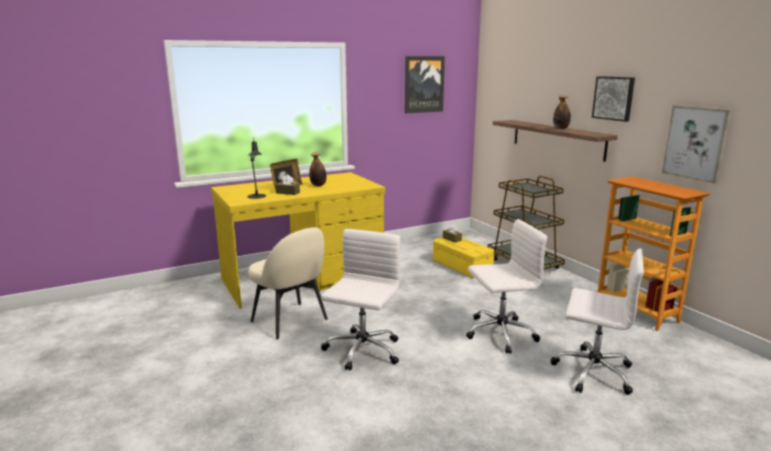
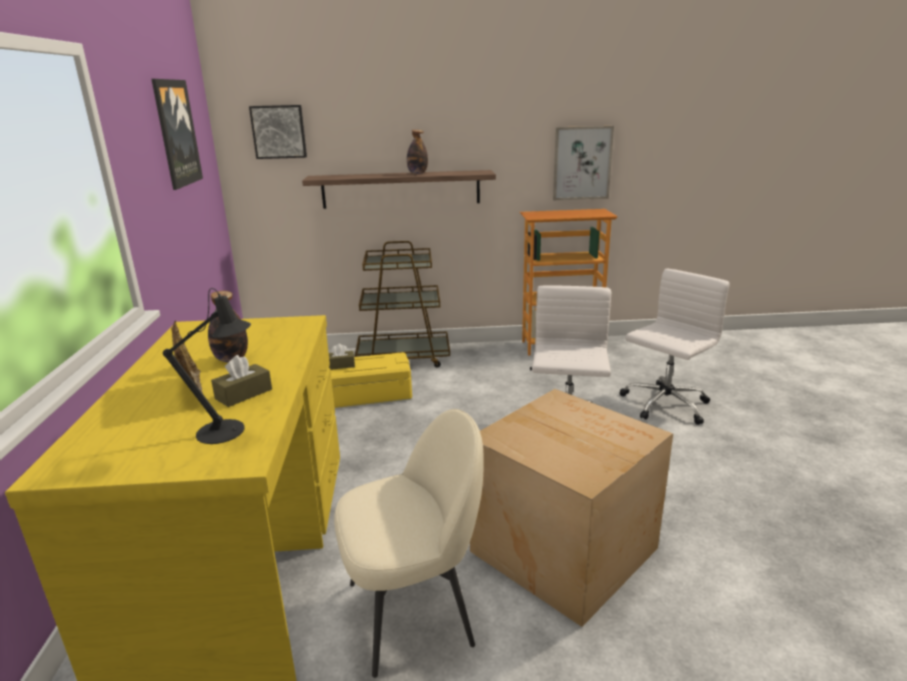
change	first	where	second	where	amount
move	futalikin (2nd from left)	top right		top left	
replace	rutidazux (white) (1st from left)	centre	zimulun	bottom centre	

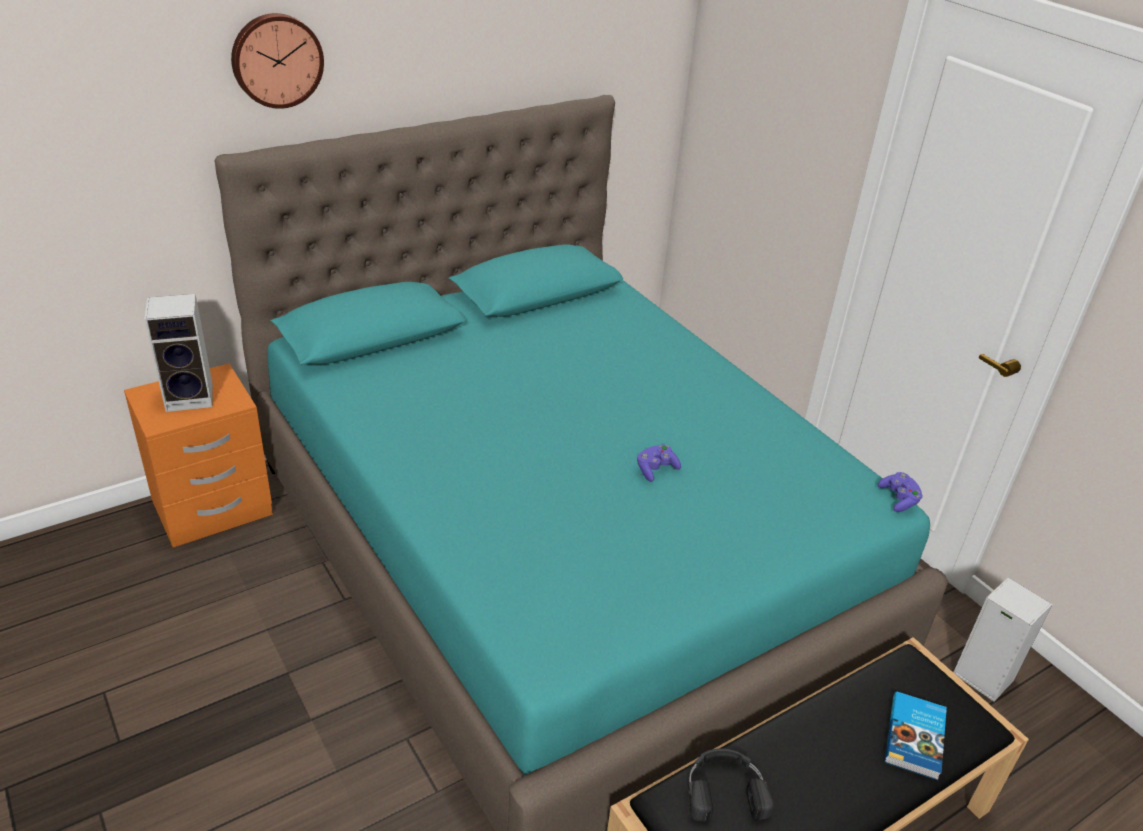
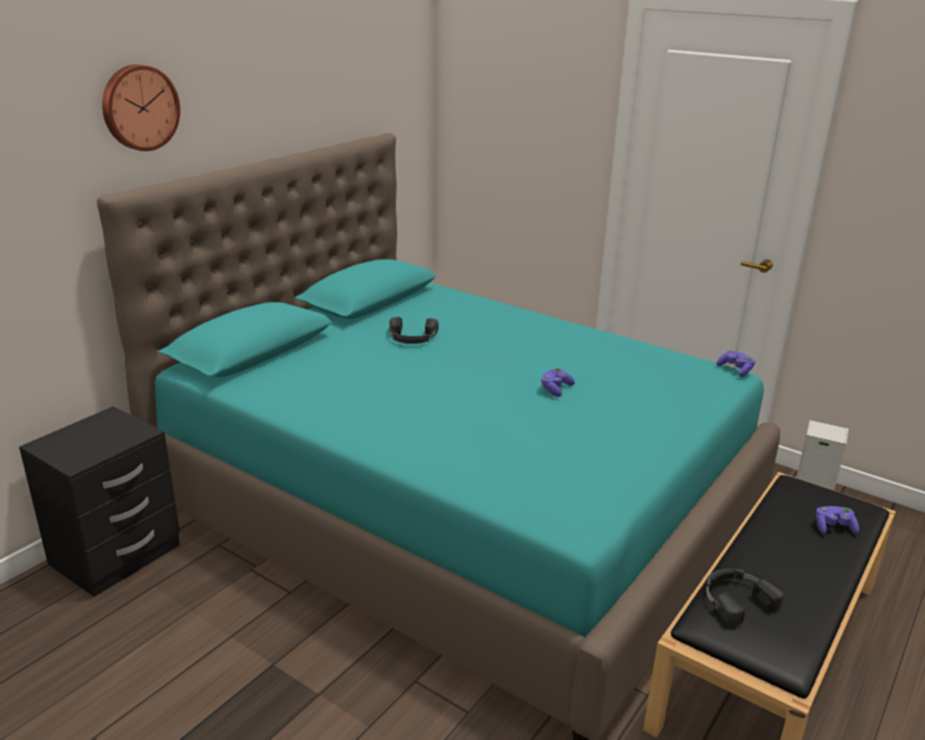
change	first	where	second	where	amount
delete	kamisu (1st from left)	middle left			
recolor	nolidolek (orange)	middle left	nolidolek (black)	bottom left	
replace	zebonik	bottom right	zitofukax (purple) (3rd from left)	bottom right	
insert			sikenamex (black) (1st from left)	centre	

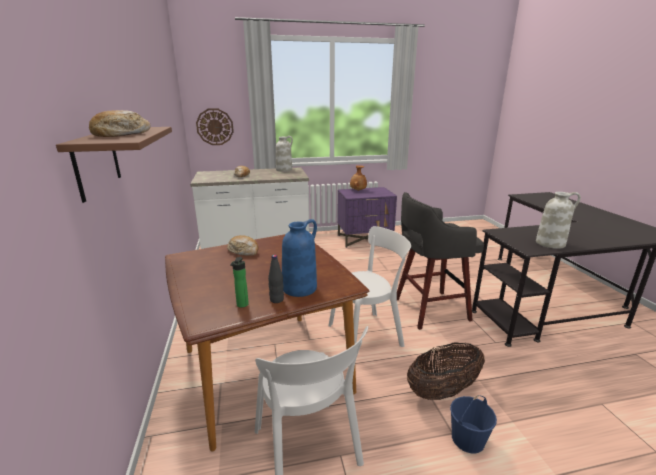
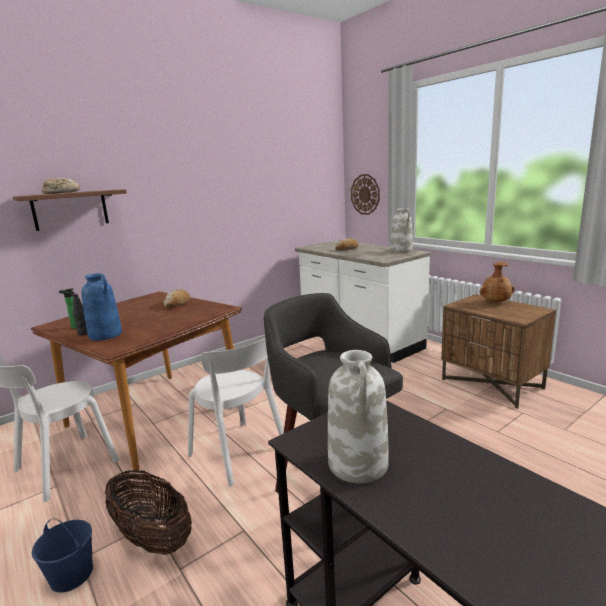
change	first	where	second	where	amount
recolor	nolidolek (purple)	centre	nolidolek (brown)	middle right	

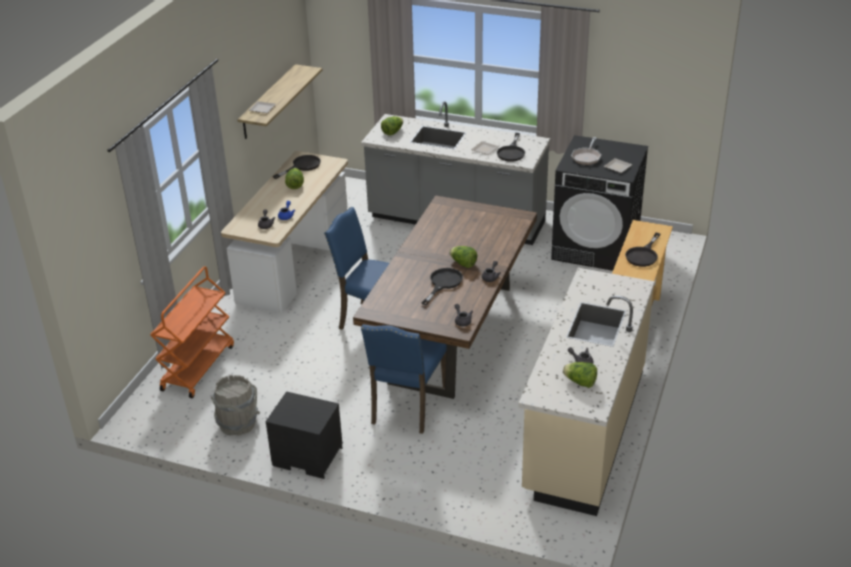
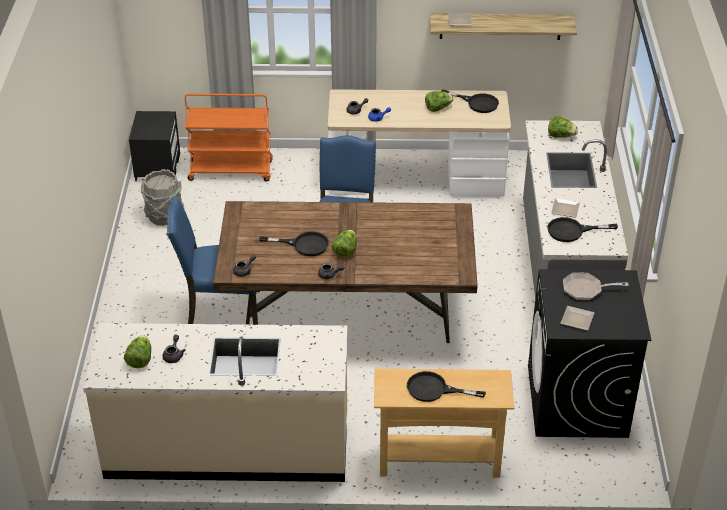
change	first	where	second	where	amount
move	nolidolek (black)	bottom centre		top left	

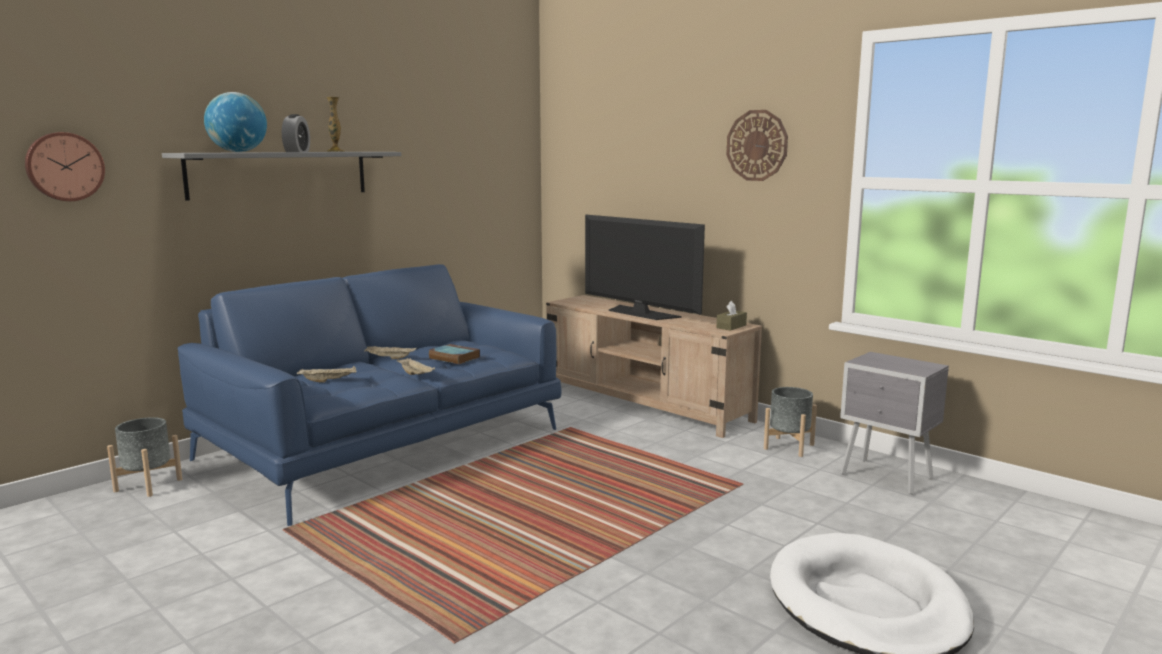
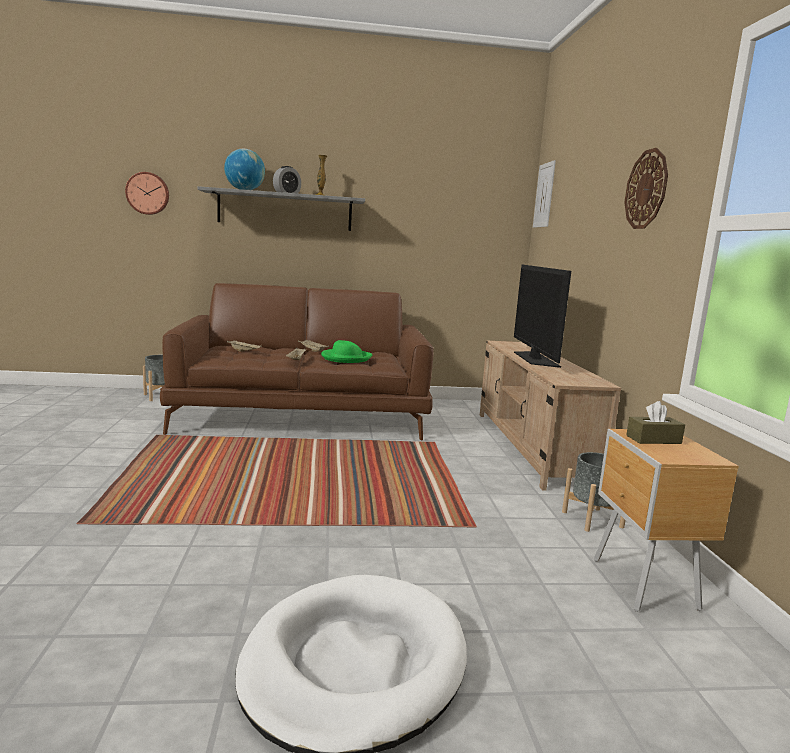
change	first	where	second	where	amount
recolor	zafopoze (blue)	middle left	zafopoze (brown)	centre	
move	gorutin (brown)	centre		middle right	
replace	zebonik	centre	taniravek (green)	centre	
recolor	nolidolek (grey)	middle right	nolidolek (brown)	bottom right	
insert			futalikin	top right	

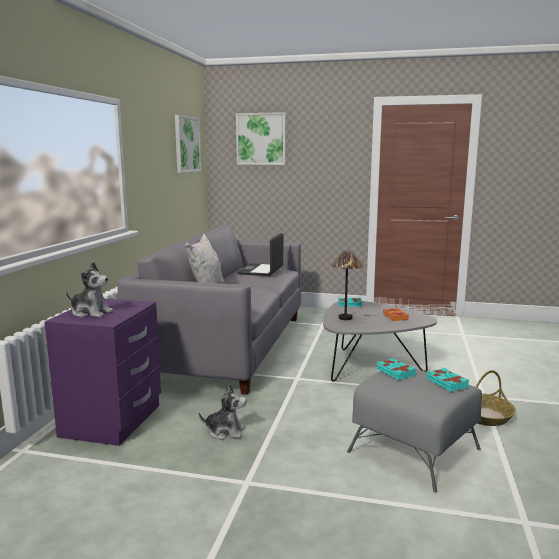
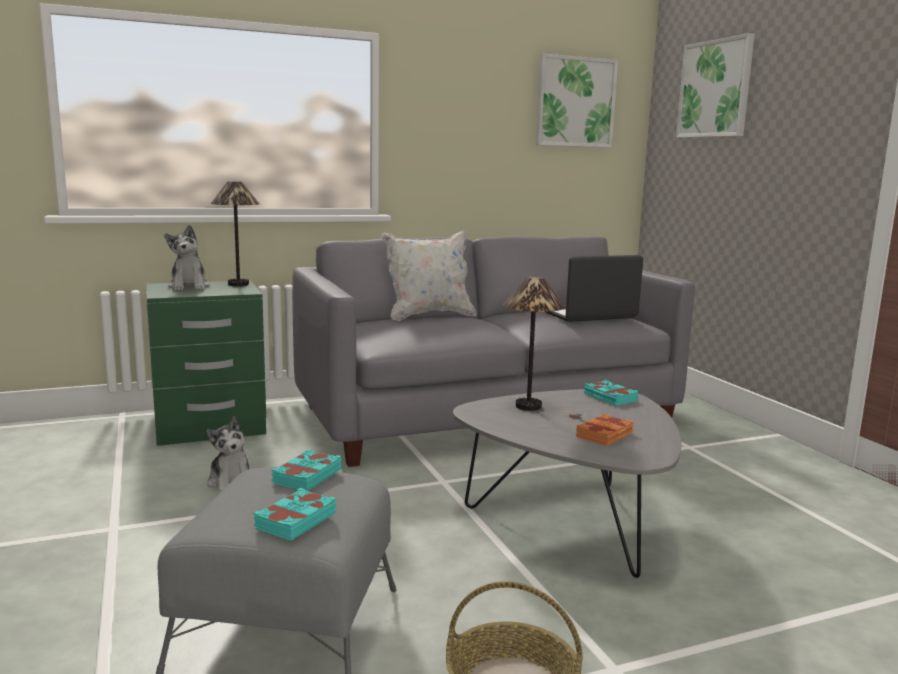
change	first	where	second	where	amount
recolor	nolidolek (purple)	middle left	nolidolek (green)	middle left	
insert			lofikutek (1st from left)	middle left	

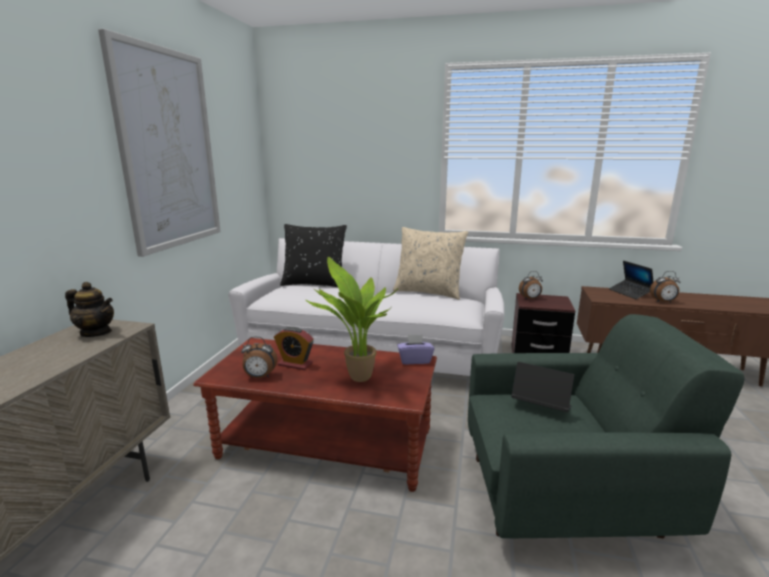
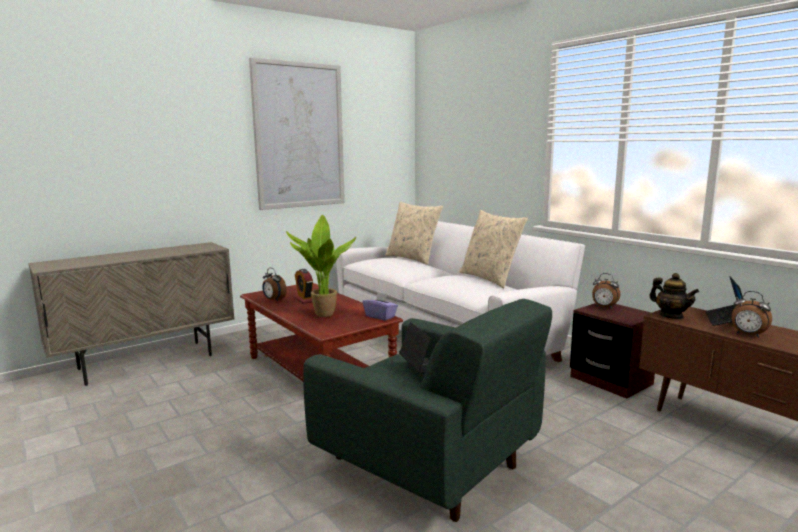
change	first	where	second	where	amount
recolor	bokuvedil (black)	centre	bokuvedil (beige) (1st from left)	centre	
move	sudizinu	middle left		middle right	

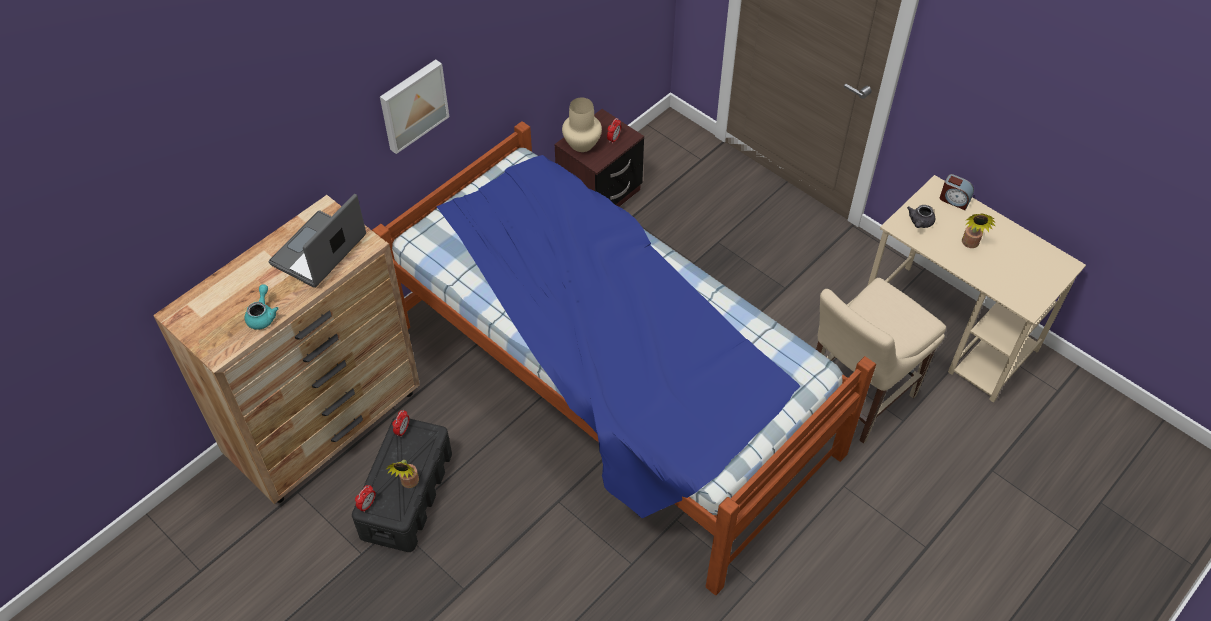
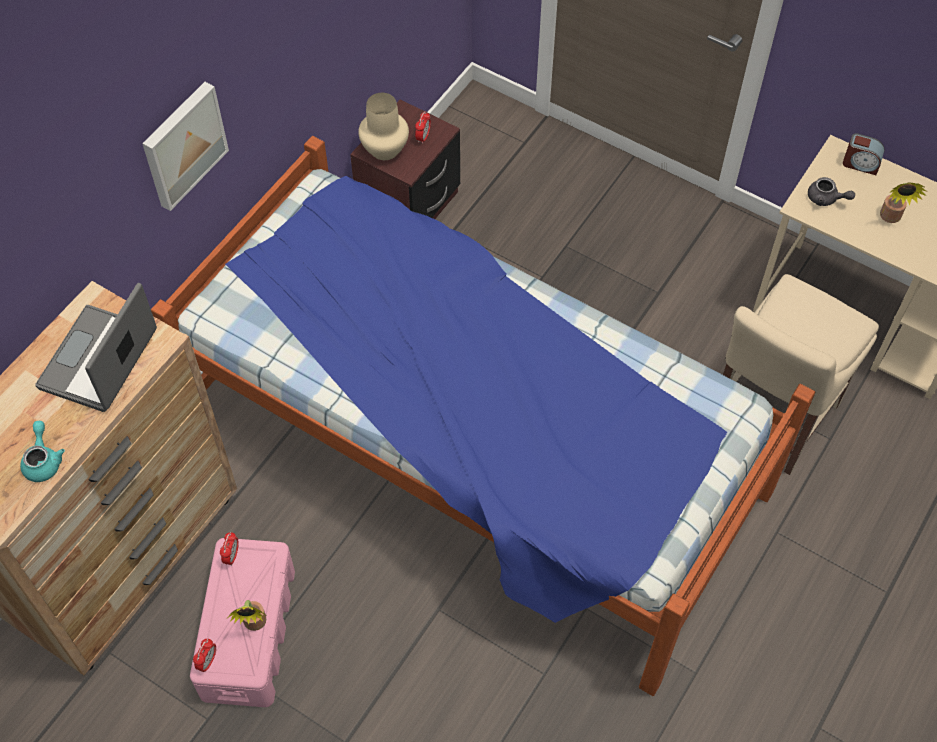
change	first	where	second	where	amount
rotate	sudizinu (grey)	middle right		top right	75 degrees counterclockwise
recolor	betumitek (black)	bottom left	betumitek (pink)	bottom left	

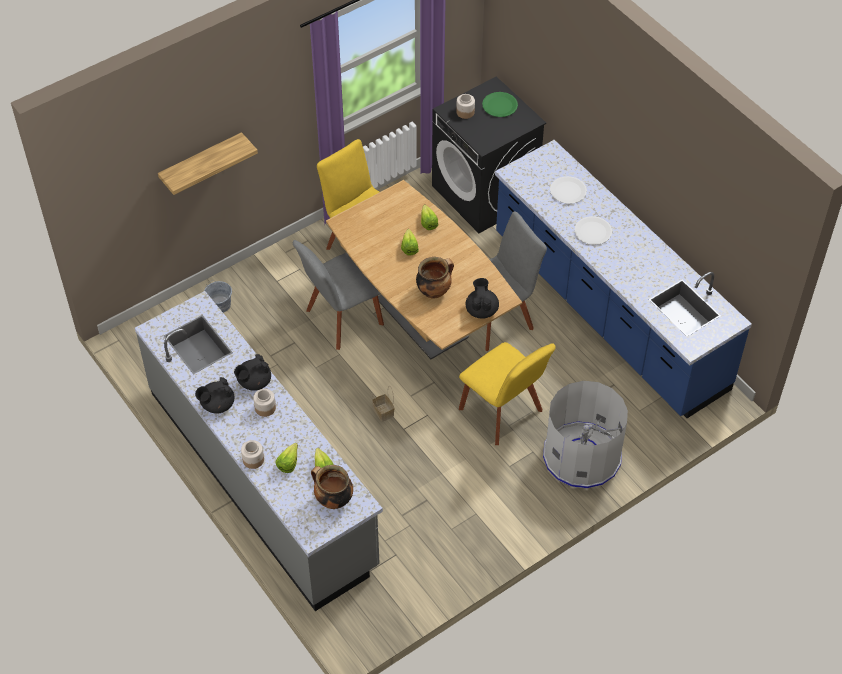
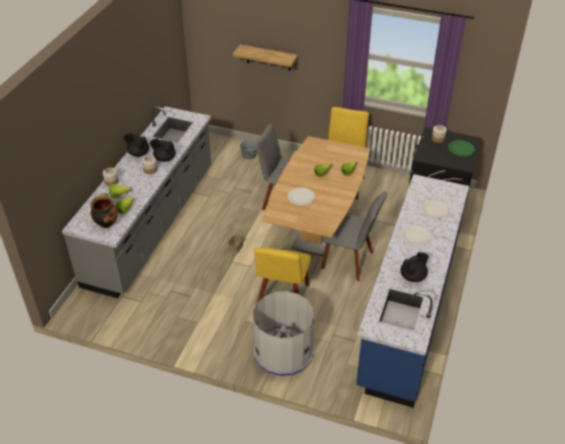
change	first	where	second	where	amount
replace	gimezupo (2nd from left)	centre	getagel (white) (1st from left)	centre	
move	sudizinu (black) (3rd from left)	centre		middle right	

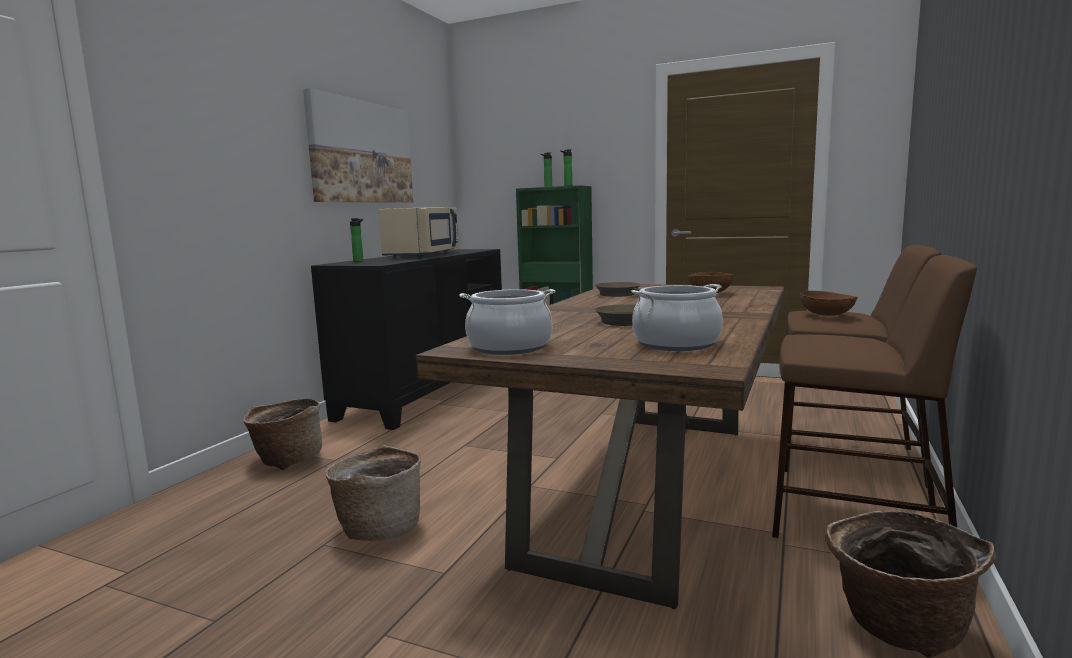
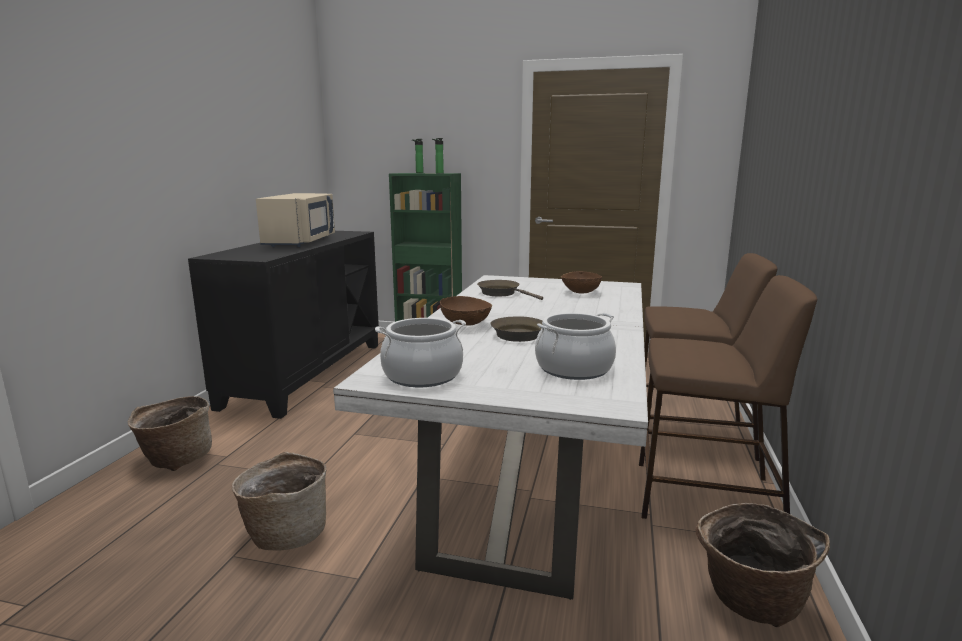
change	first	where	second	where	amount
delete	futalikin	top centre			
delete	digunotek (1st from left)	middle left			
recolor	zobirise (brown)	bottom centre	zobirise (white)	bottom centre	
move	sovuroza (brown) (2nd from left in the first image)	middle right	sovuroza (brown) (1st from left)	centre	

